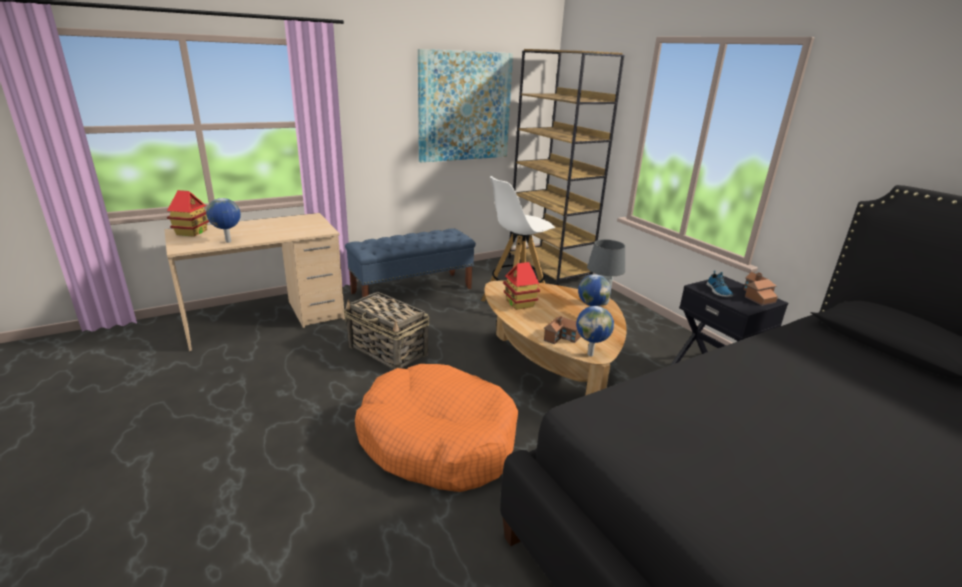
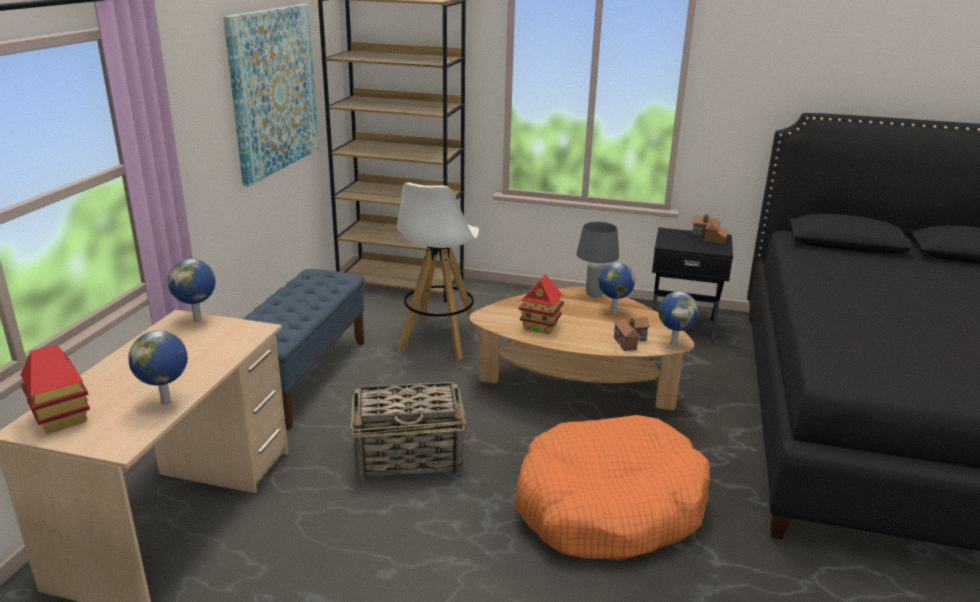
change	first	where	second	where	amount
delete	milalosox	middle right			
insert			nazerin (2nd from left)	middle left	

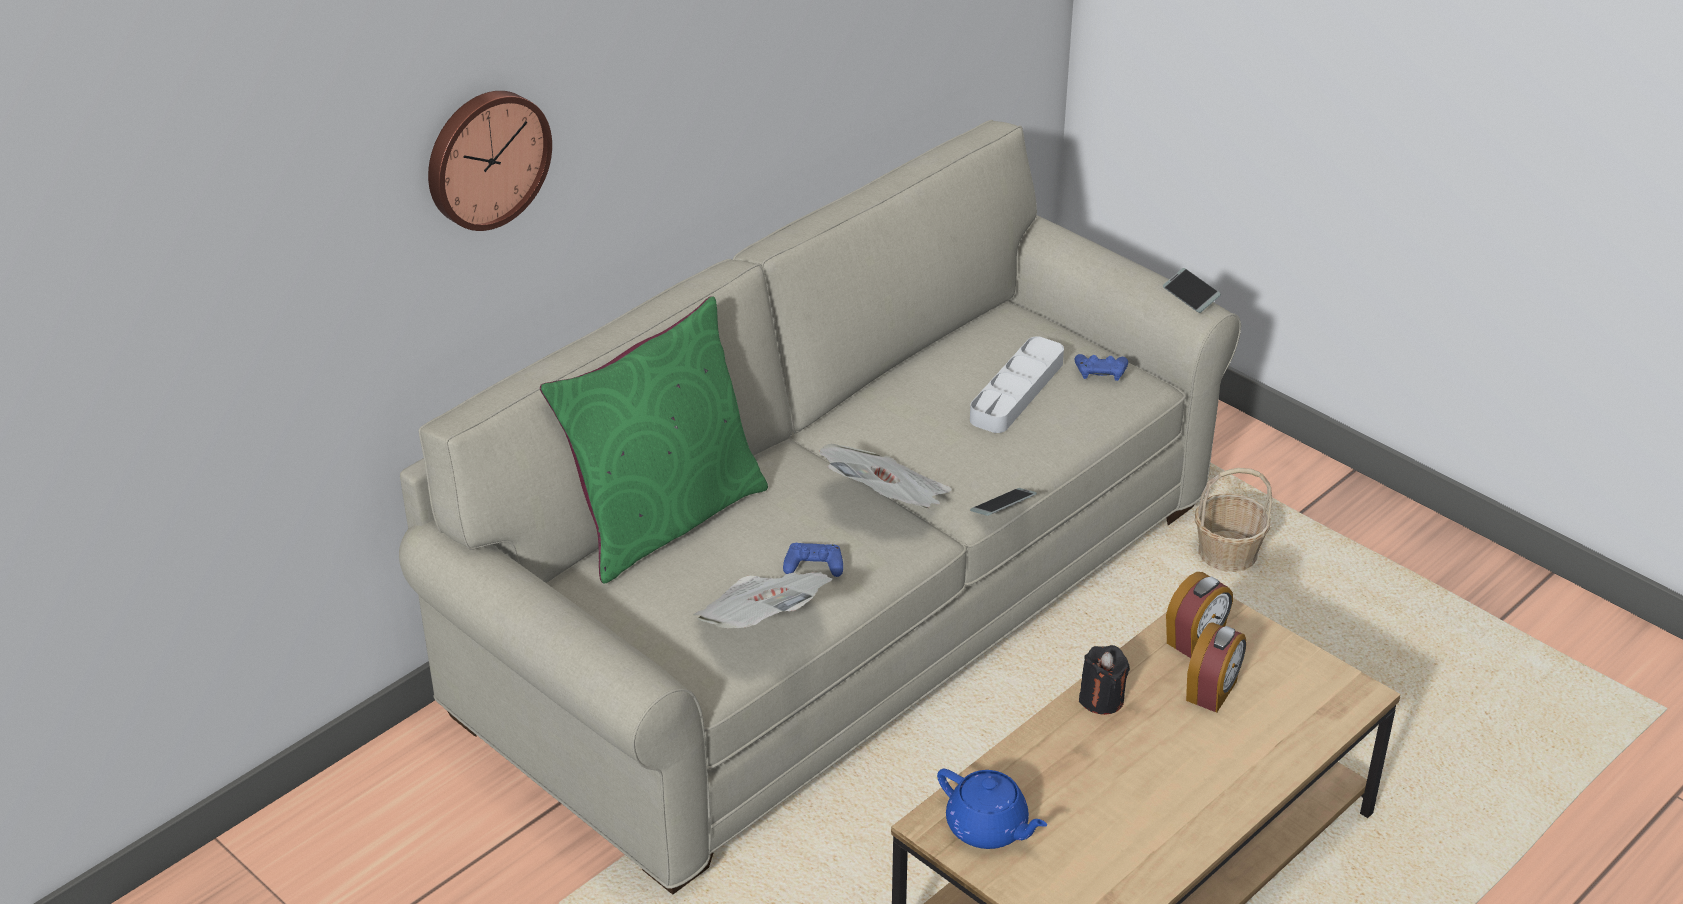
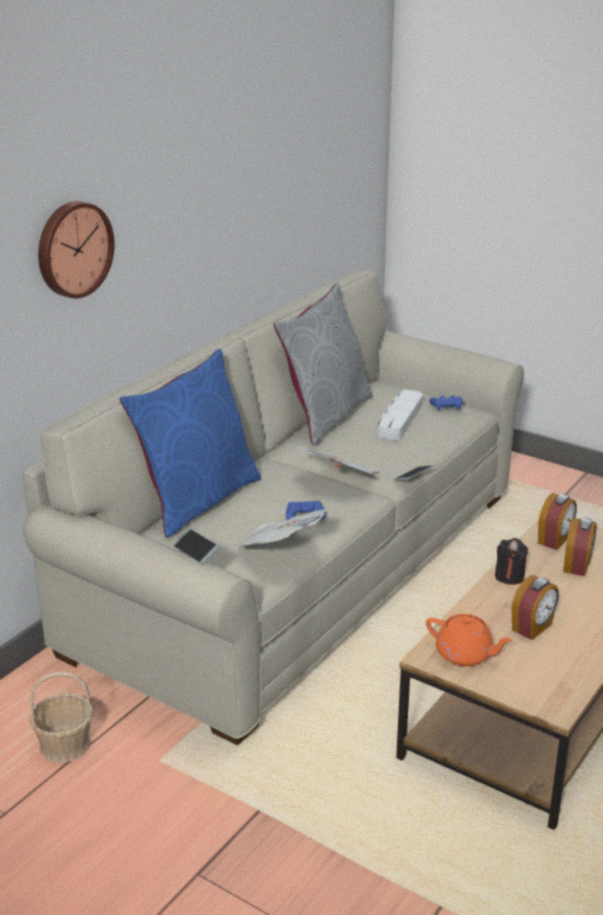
change	first	where	second	where	amount
move	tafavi (2nd from left in the first image)	top right	tafavi (1st from left)	middle left	
recolor	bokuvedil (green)	centre	bokuvedil (blue)	middle left	
move	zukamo	middle right		bottom left	
recolor	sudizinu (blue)	bottom centre	sudizinu (orange)	bottom right	
insert			bokuvedil (grey)	centre	
insert			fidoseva (1st from left)	middle right	

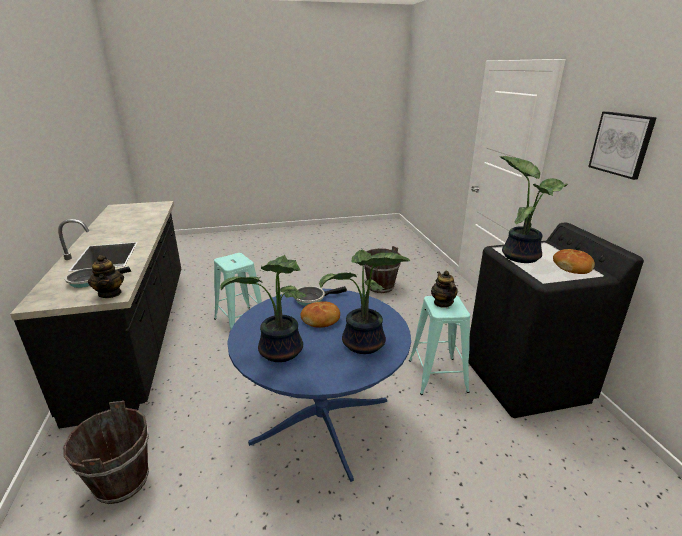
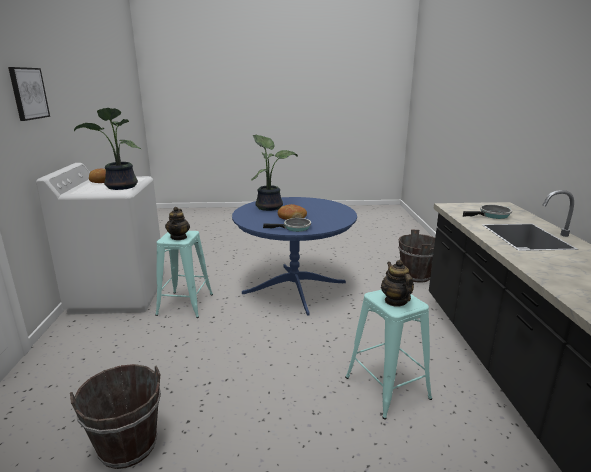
change	first	where	second	where	amount
recolor	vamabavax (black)	middle right	vamabavax (white)	middle left	
move	sudizinu (1st from left in the first image)	middle left	sudizinu (2nd from left)	middle right	
delete	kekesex (1st from left)	centre			

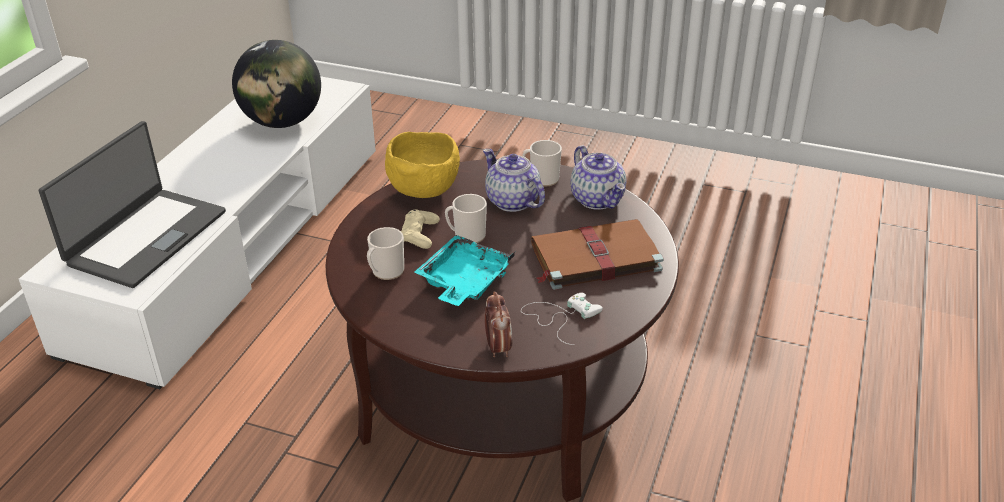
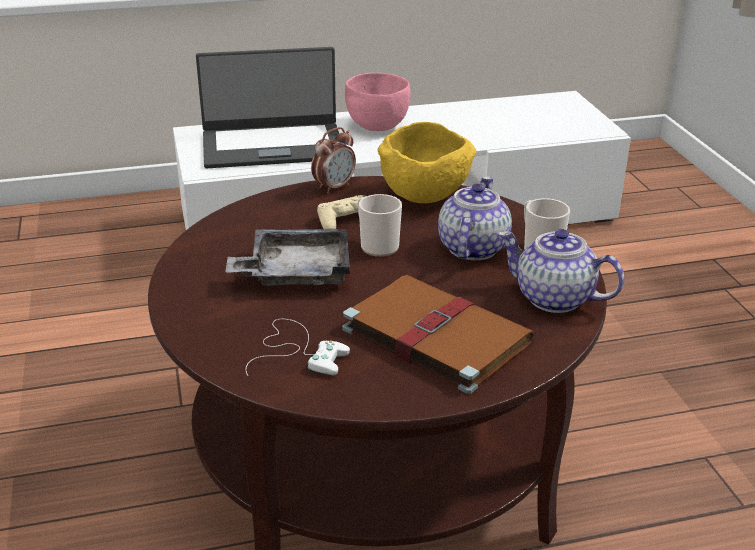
change	first	where	second	where	amount
delete	nazerin	top left			
rotate	sudizinu (2nd from left)	centre		middle right	90 degrees clockwise
delete	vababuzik (1st from left)	centre			
recolor	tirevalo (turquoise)	centre	tirevalo (grey)	centre	
move	fidoseva	centre		top centre	
insert			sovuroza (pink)	top centre	

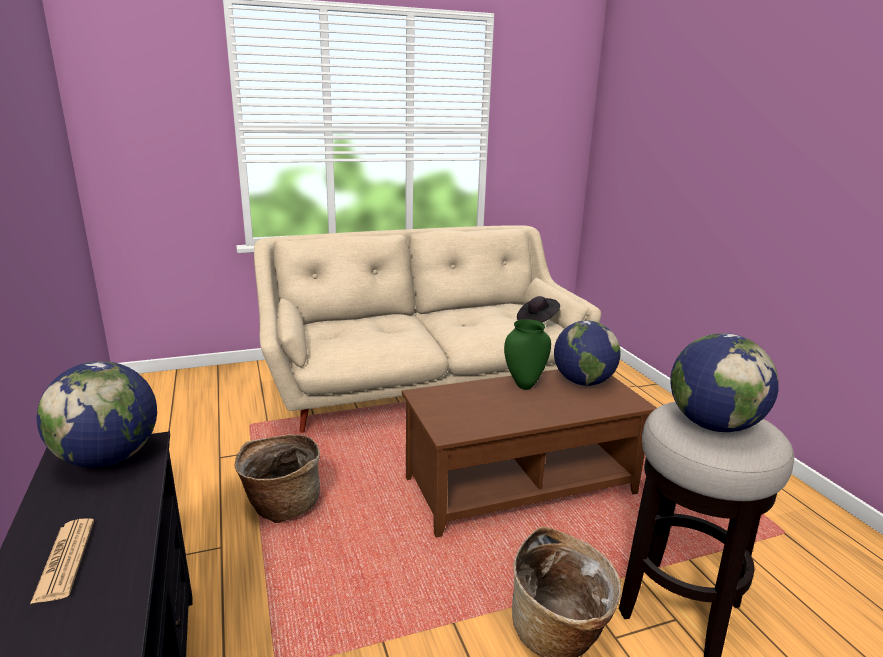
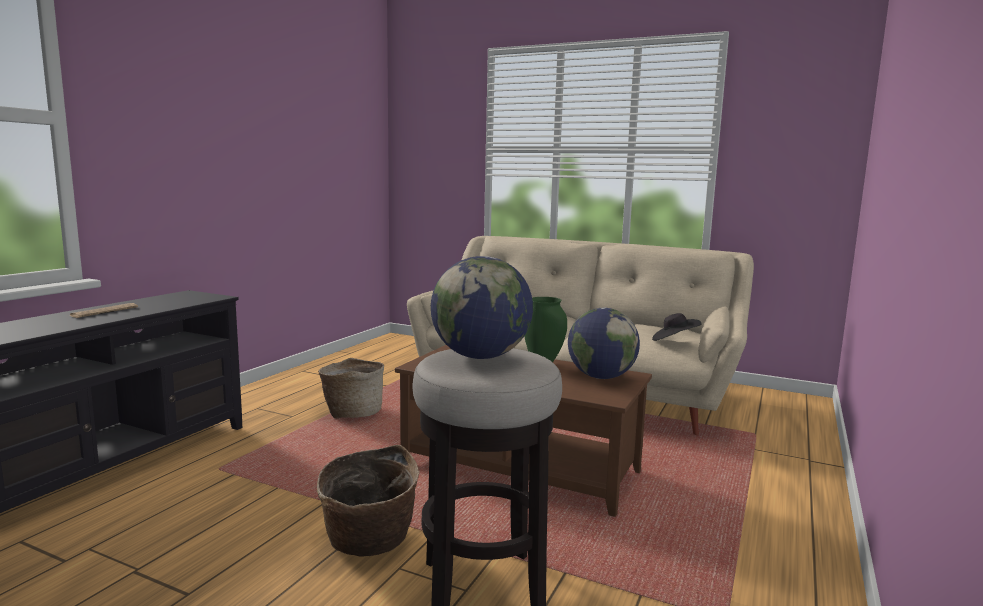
change	first	where	second	where	amount
delete	nazerin (1st from left)	middle left			

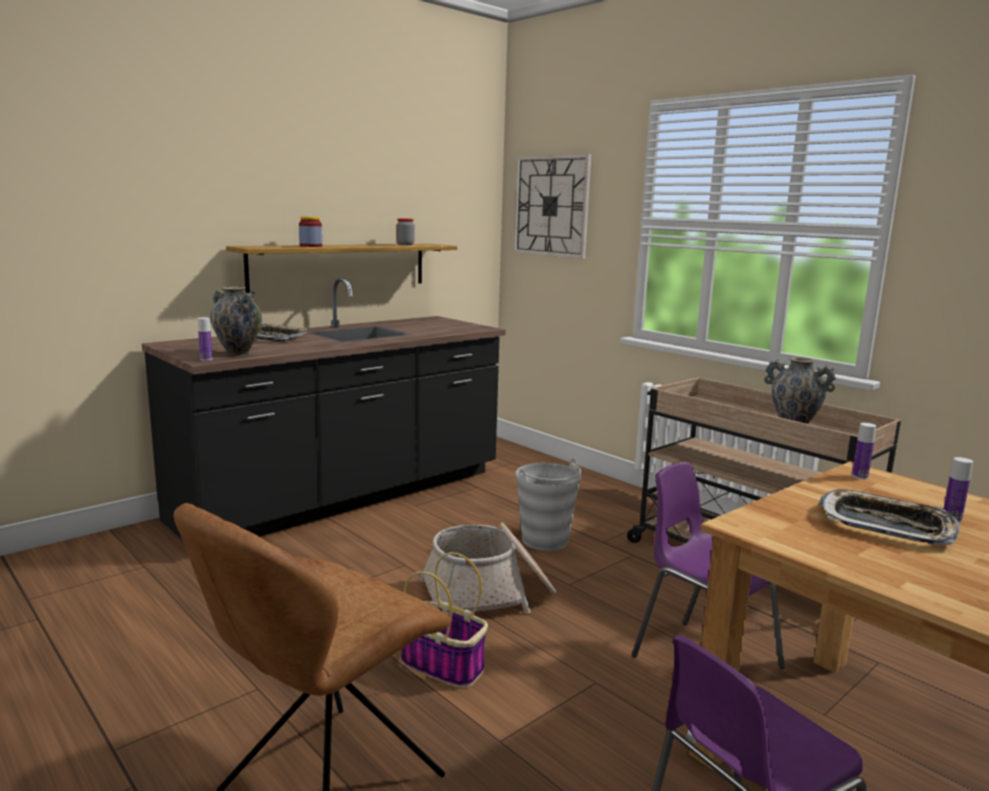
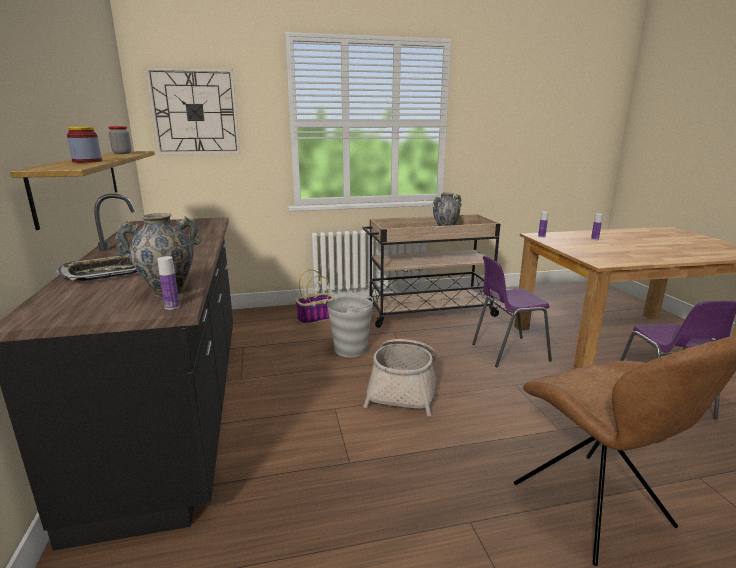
change	first	where	second	where	amount
delete	tirevalo (2nd from left)	middle right			
move	zukamo (1st from left)	bottom centre		centre	

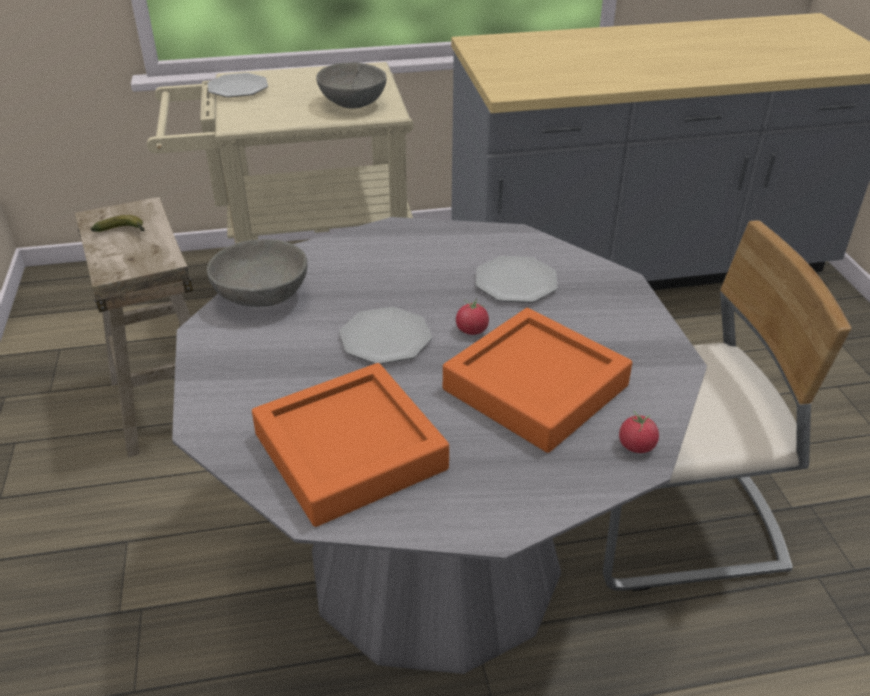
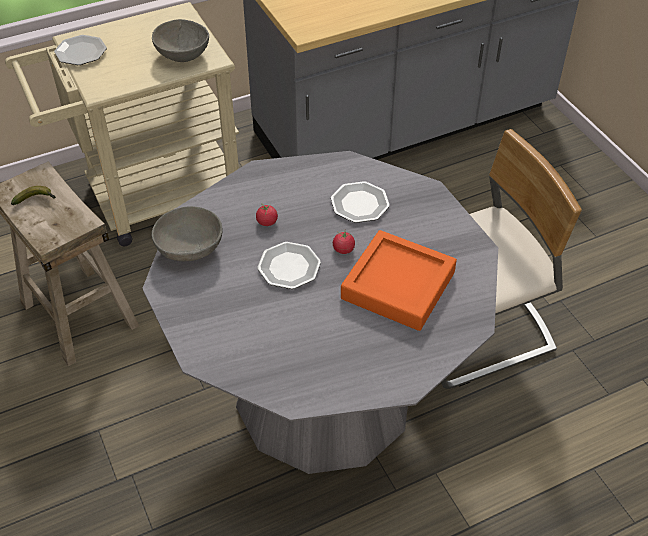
change	first	where	second	where	amount
delete	tirevalo (orange) (1st from left)	centre			
move	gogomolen (2nd from left in the first image)	middle right	gogomolen (1st from left)	centre	

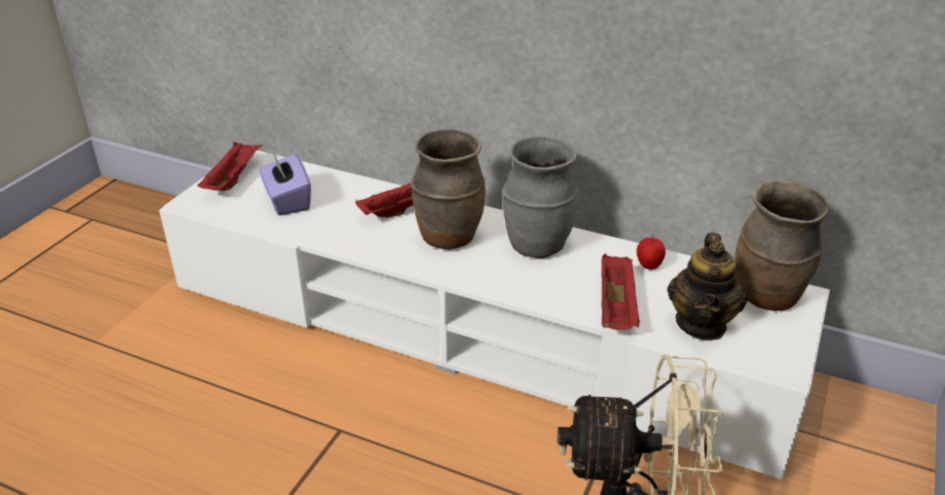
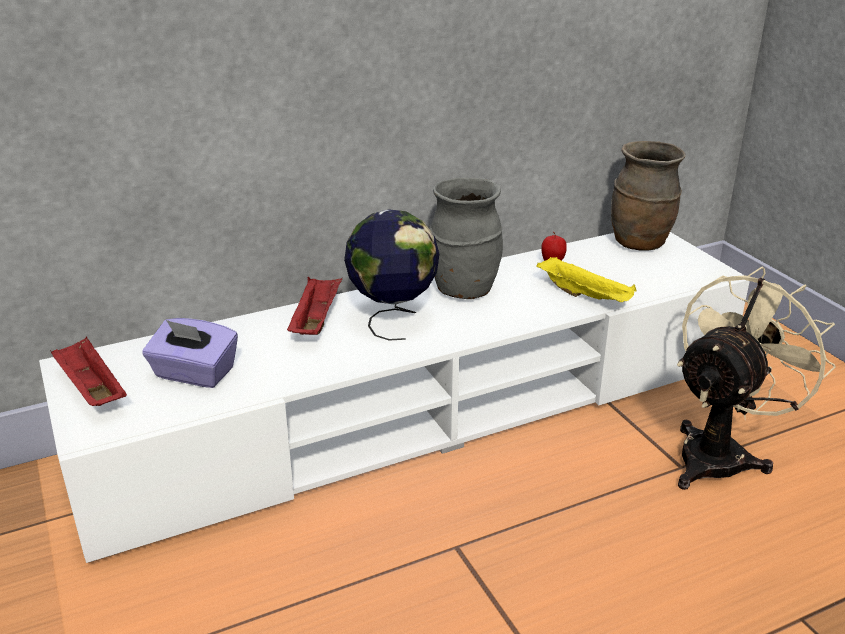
change	first	where	second	where	amount
replace	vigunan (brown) (1st from left)	centre	nazerin	centre	
delete	sudizinu	middle right			
recolor	tirevalo (red) (3rd from left)	centre	tirevalo (yellow)	middle right	

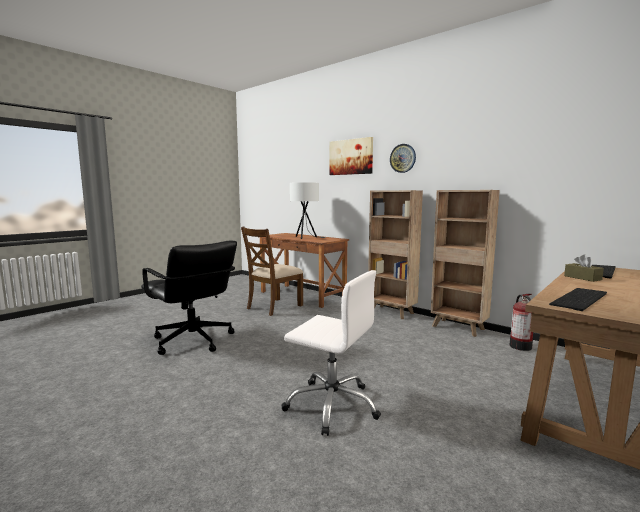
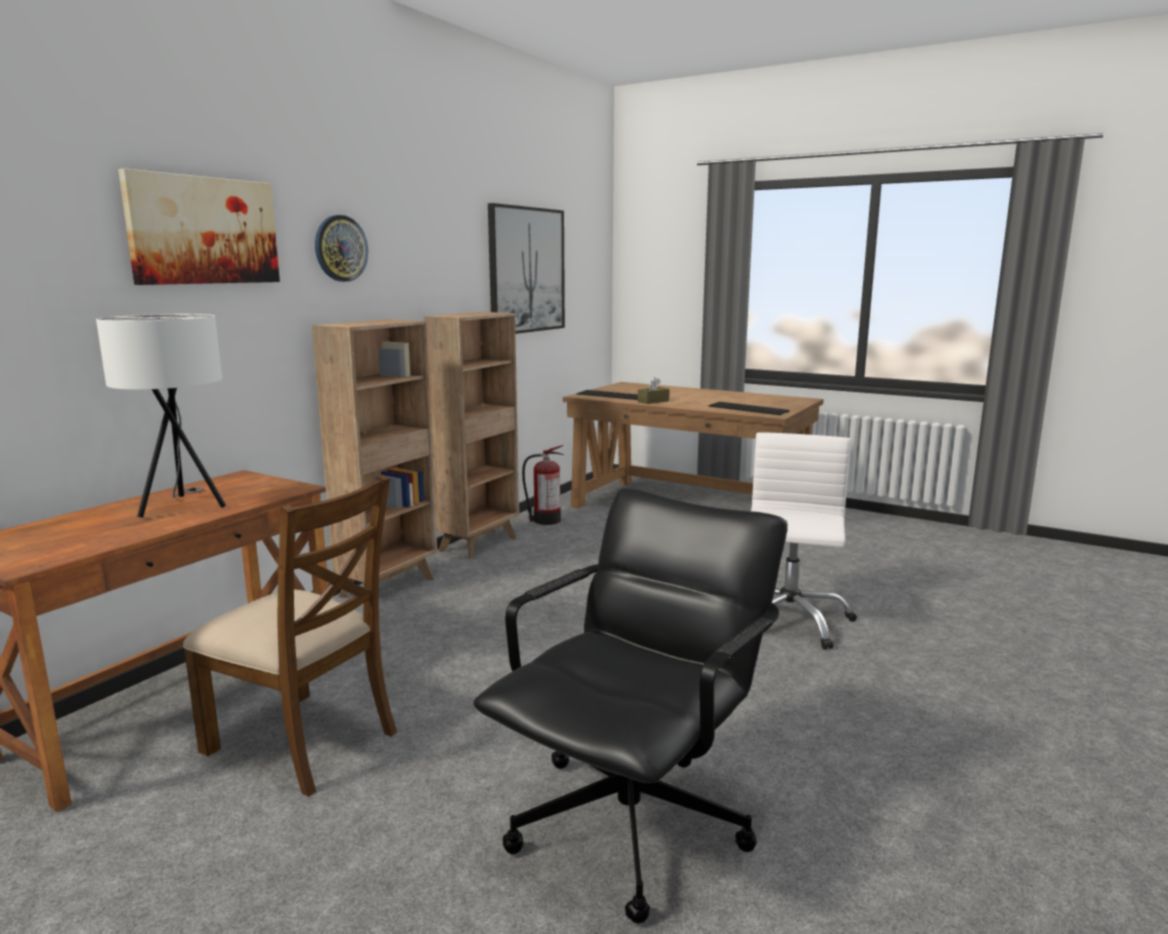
change	first	where	second	where	amount
insert			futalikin (2nd from left)	top centre	

